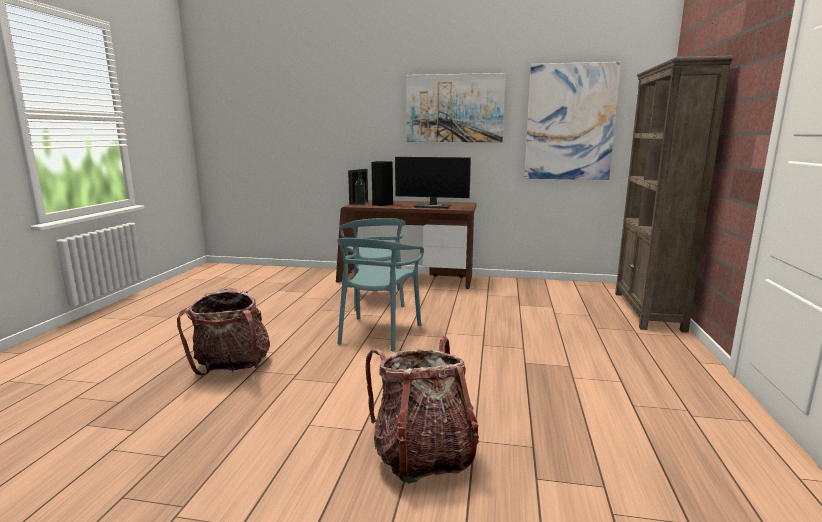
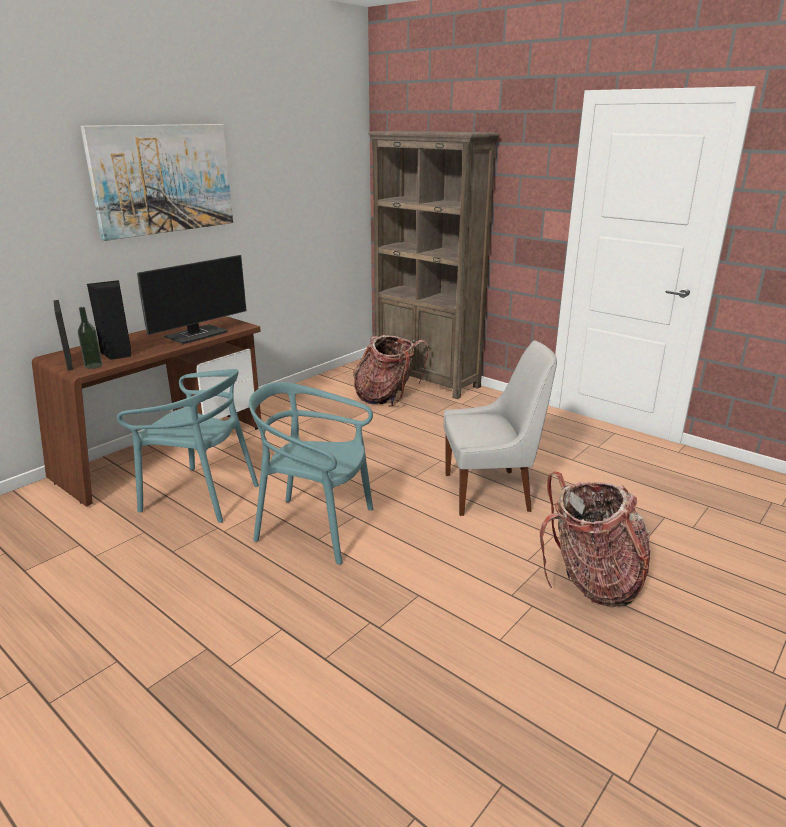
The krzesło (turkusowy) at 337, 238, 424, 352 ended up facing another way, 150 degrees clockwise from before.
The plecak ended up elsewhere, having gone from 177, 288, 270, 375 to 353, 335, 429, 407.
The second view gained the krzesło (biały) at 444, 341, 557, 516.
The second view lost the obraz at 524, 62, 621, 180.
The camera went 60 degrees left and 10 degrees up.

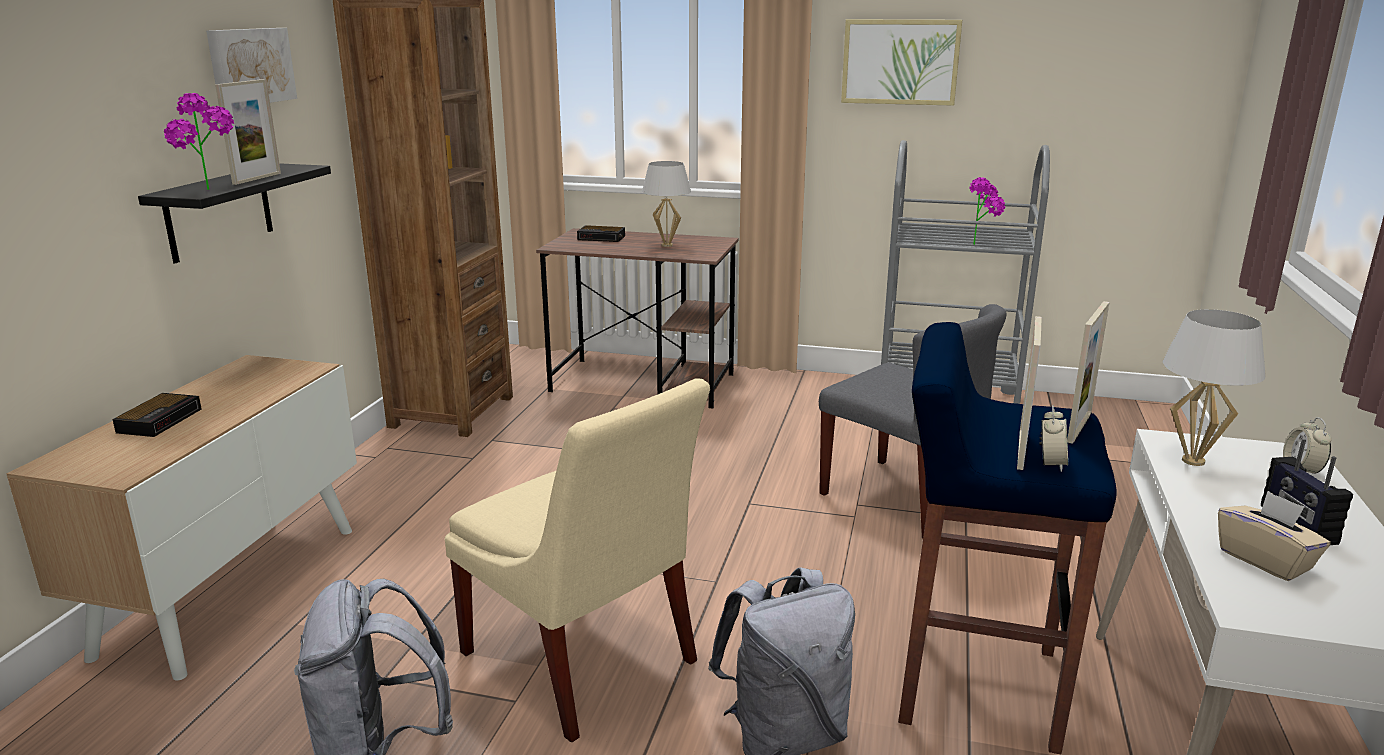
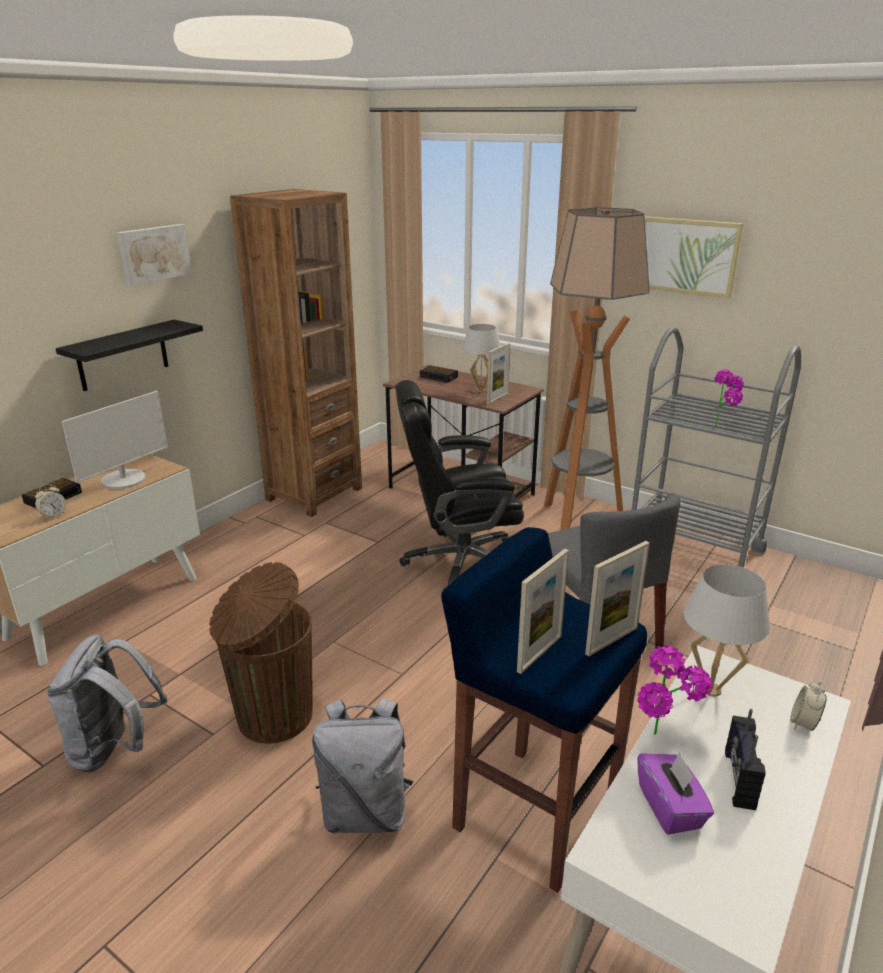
The budzik ended up elsewhere, having gone from 1039, 405, 1068, 472 to 35, 484, 66, 519.
The second view gained the monitor at 62, 391, 168, 489.
Where the krzesło (beżowy) stood at 445, 378, 710, 742, the kosz na śmieci (brązowy) came to stand at 209, 562, 313, 744.
The second view gained the krzesło biurowe (czarny) at 395, 380, 524, 589.
The ramka na zdjęcie ended up elsewhere, having gone from 215, 79, 281, 185 to 487, 343, 511, 404.
The second view gained the lampa stojąca at 544, 207, 650, 530.
The roślina doniczkowa ended up elsewhere, having gone from 164, 93, 234, 190 to 637, 645, 712, 735.
What was the pudełko chusteczek (beżowy) at 1218, 491, 1331, 581 turned into the pudełko chusteczek (fioletowy) at 637, 752, 714, 835.
The camera went 20 degrees right and 5 degrees up.

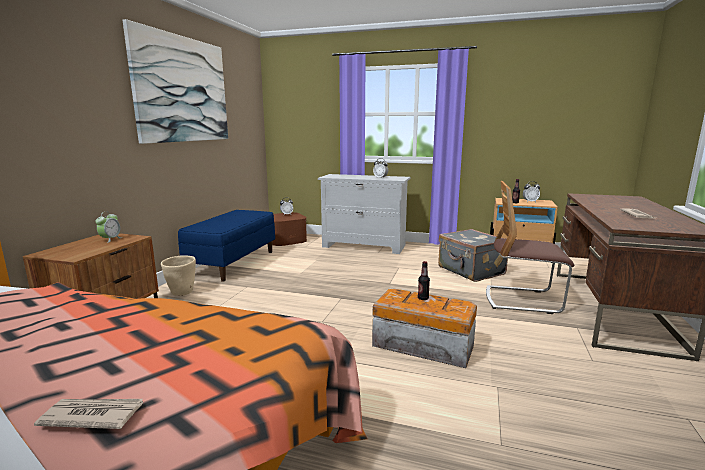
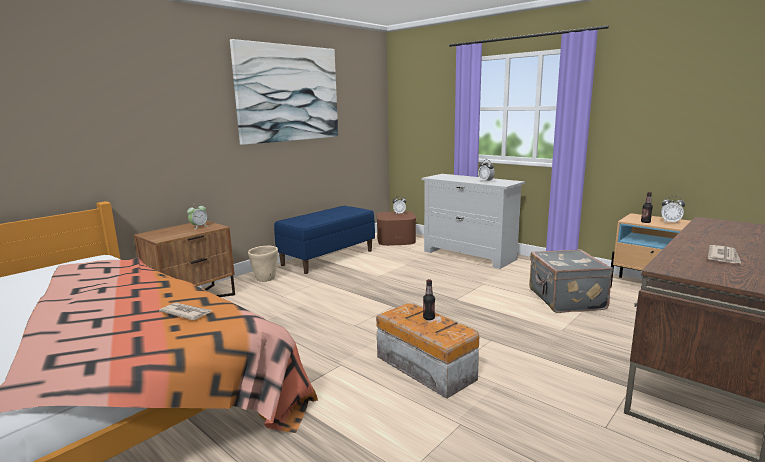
The gazeta ended up elsewhere, having gone from 34, 399, 143, 429 to 159, 302, 212, 320.
The second view lost the krzesło at 486, 181, 574, 314.
The camera went 25 degrees right and 0 degrees up.

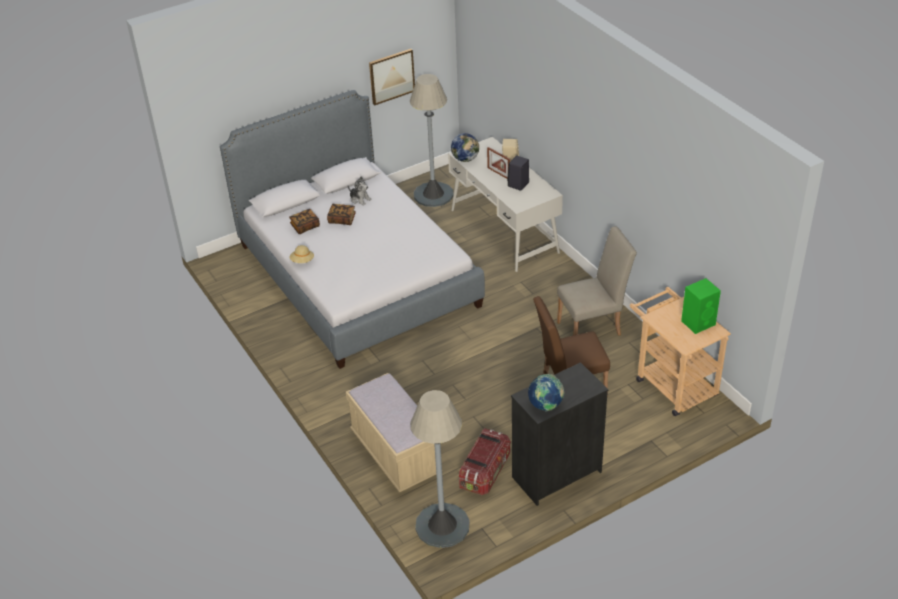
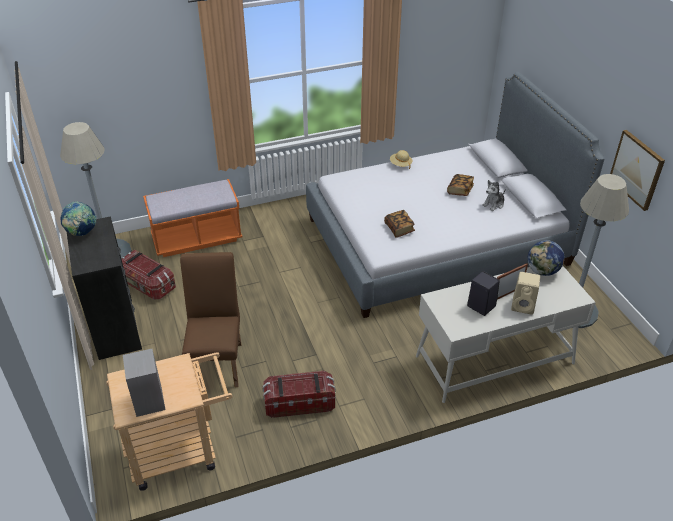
What was the głośnik (zielony) at 681, 278, 721, 334 turned into the głośnik (szary) at 123, 349, 165, 417.
What was the ławka (beżowy) at 346, 373, 436, 493 turned into the ławka (pomarańczowy) at 143, 179, 242, 257.
Where the krzesło (beżowy) stood at 557, 226, 637, 336, the pojemnik do przechowywania came to stand at 262, 371, 336, 418.
The książka ended up elsewhere, having gone from 289, 209, 320, 234 to 384, 210, 415, 238.
The camera went 100 degrees right and 0 degrees up.

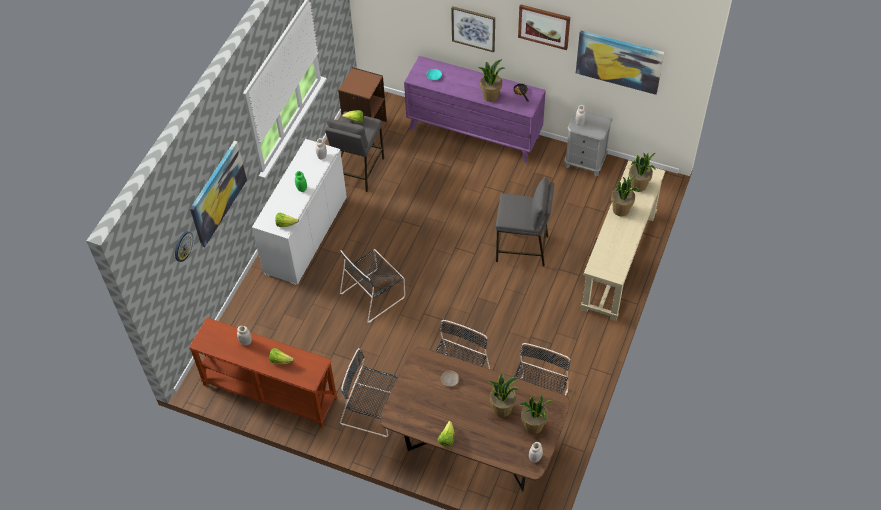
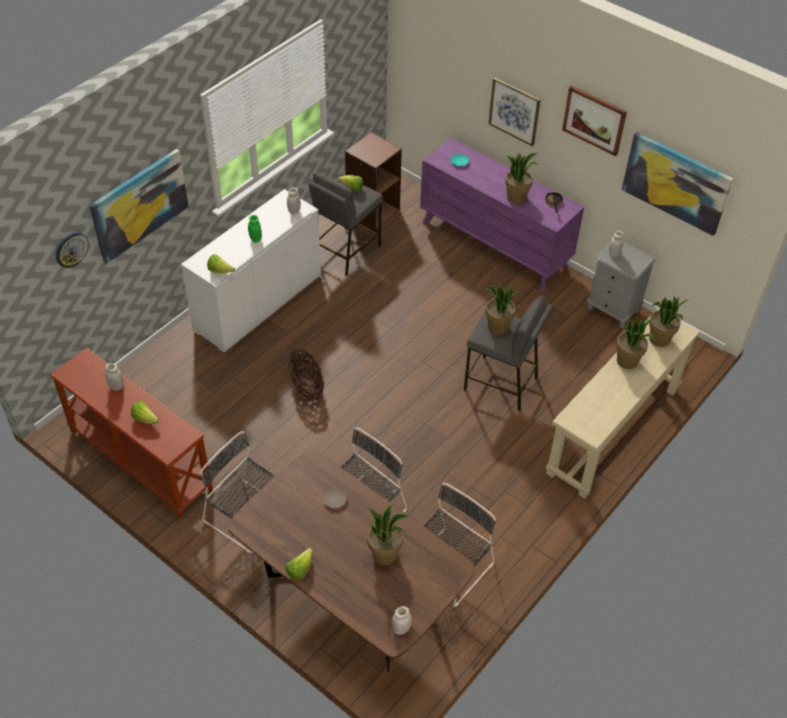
Where the krzesło (czarny) stood at 340, 249, 405, 323, the koszyk came to stand at 288, 349, 324, 401.
The roślina doniczkowa ended up elsewhere, having gone from 518, 395, 553, 434 to 484, 284, 522, 335.
The camera went 15 degrees right and 5 degrees down.

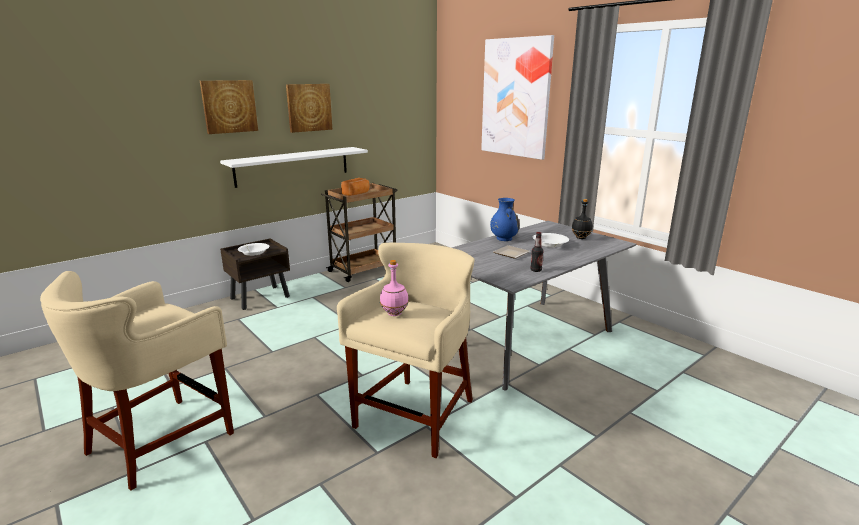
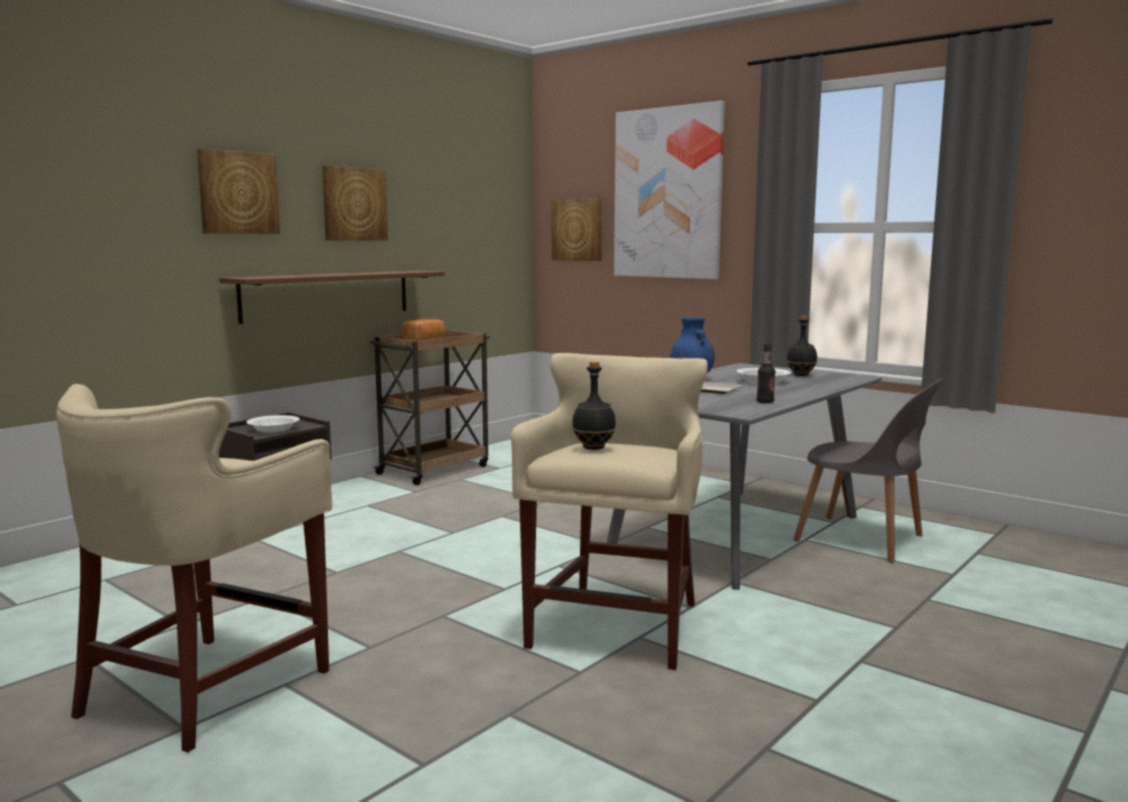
What was the półka (biały) at 220, 147, 368, 188 turned into the półka (brązowy) at 219, 271, 445, 324.
The second view gained the obraz at 551, 198, 602, 261.
What was the butelka (różowy) at 380, 260, 409, 316 turned into the butelka (czarny) at 572, 362, 616, 450.
The second view gained the krzesło (szary) at 793, 379, 944, 563.
The camera went 10 degrees left and 10 degrees down.

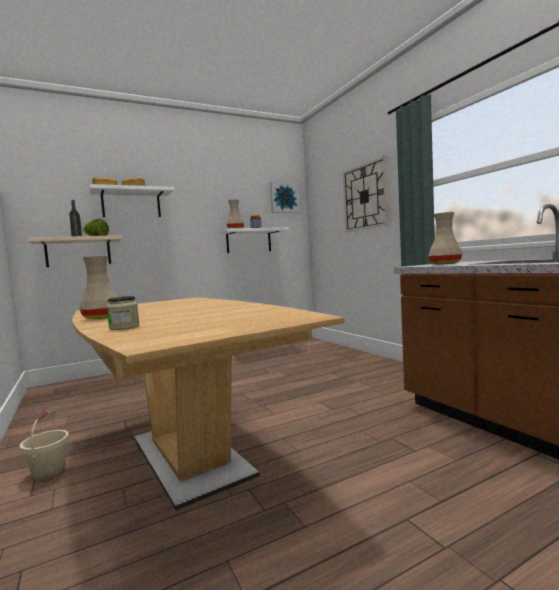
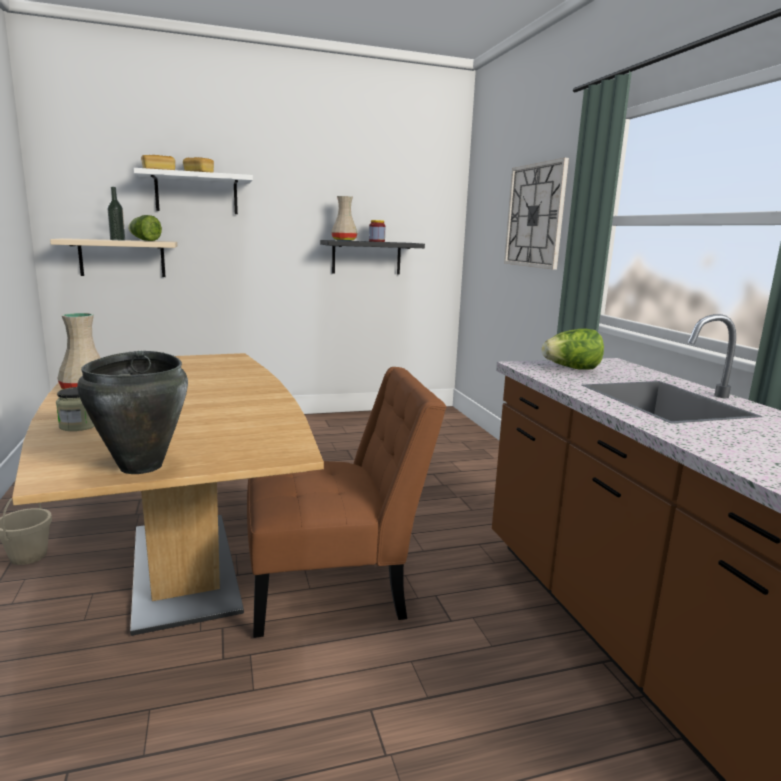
The second view gained the garnek (czarny) at 77, 351, 188, 474.
The second view gained the krzesło (brązowy) at 247, 367, 447, 638.
What was the półka (biały) at 218, 227, 289, 253 turned into the półka (czarny) at 320, 240, 425, 275.
Where the wazon (beżowy) stood at 429, 212, 462, 265, the sałata came to stand at 542, 328, 604, 370.
The second view lost the obraz at 270, 181, 300, 213.
The camera went 10 degrees right and 10 degrees up.

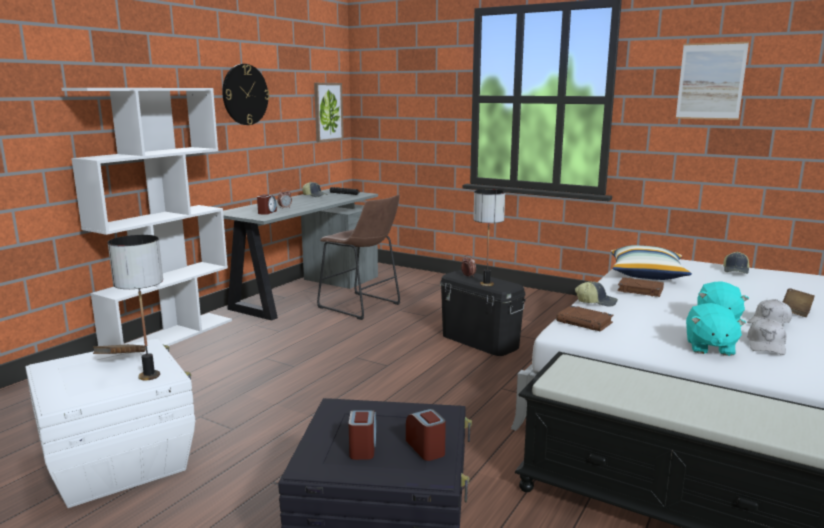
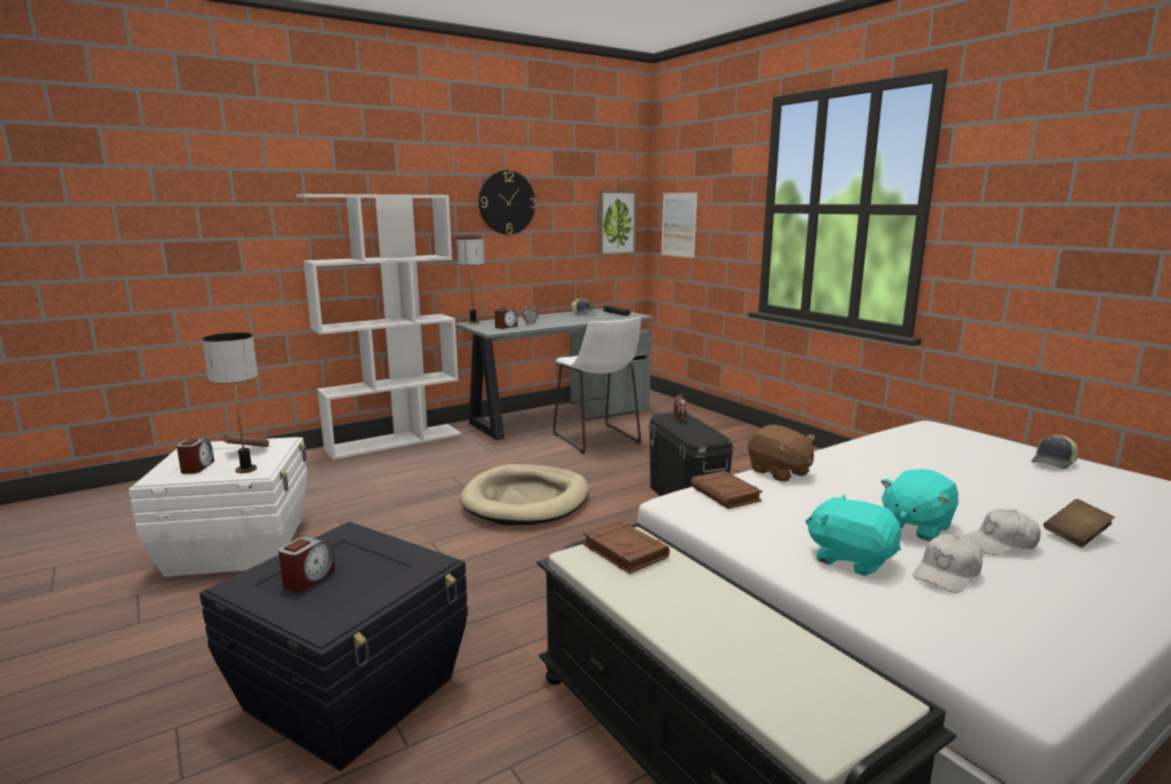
The budzik ended up elsewhere, having gone from 406, 409, 446, 461 to 177, 439, 214, 474.
The lampa stołowa ended up elsewhere, having gone from 473, 189, 505, 286 to 456, 238, 485, 324.
The second view gained the legowisko (beżowy) at 460, 464, 588, 526.
What was the stołek (brązowy) at 317, 195, 400, 320 turned into the stołek (biały) at 553, 317, 641, 454.
The książka (brązowy) ended up elsewhere, having gone from 617, 277, 664, 297 to 583, 520, 670, 574.
The obraz ended up elsewhere, having gone from 676, 42, 749, 120 to 661, 192, 698, 259.
Where the czapka z daszkiem stood at 575, 281, 618, 307, the pluszak (brązowy) came to stand at 748, 425, 815, 482.
The pluszak (turkusowy) at 686, 303, 746, 356 ended up facing another way, 90 degrees clockwise from before.
The second view lost the poduszka at 611, 245, 692, 280.
The camera went 25 degrees right and 0 degrees up.

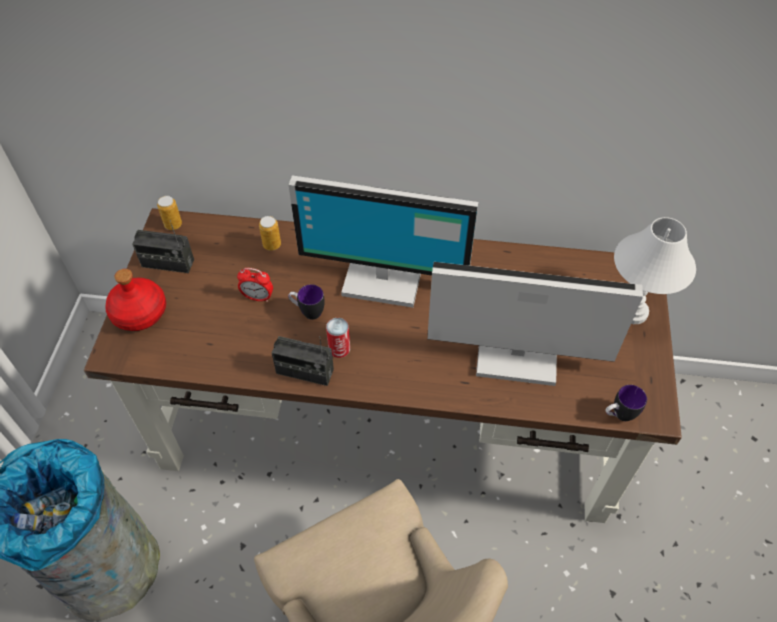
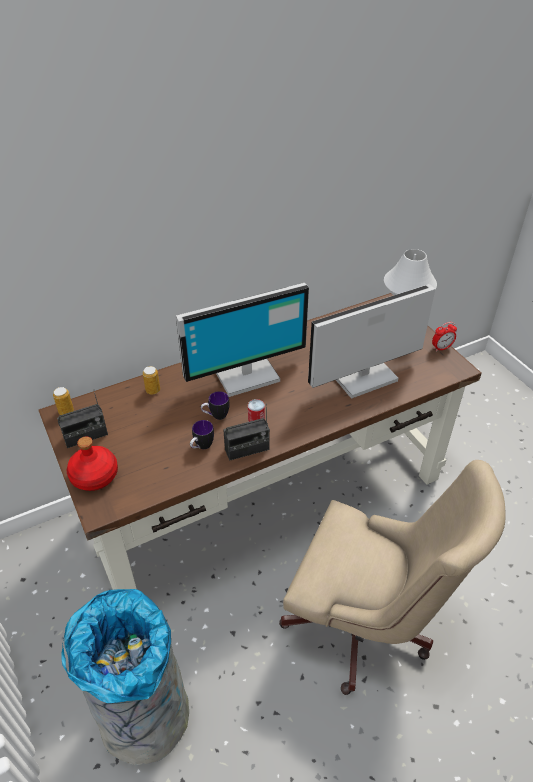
The kubek ended up elsewhere, having gone from 605, 385, 647, 421 to 190, 420, 214, 449.
The budzik ended up elsewhere, having gone from 237, 268, 273, 302 to 432, 322, 457, 352.
The camera went 35 degrees left and 10 degrees down.

